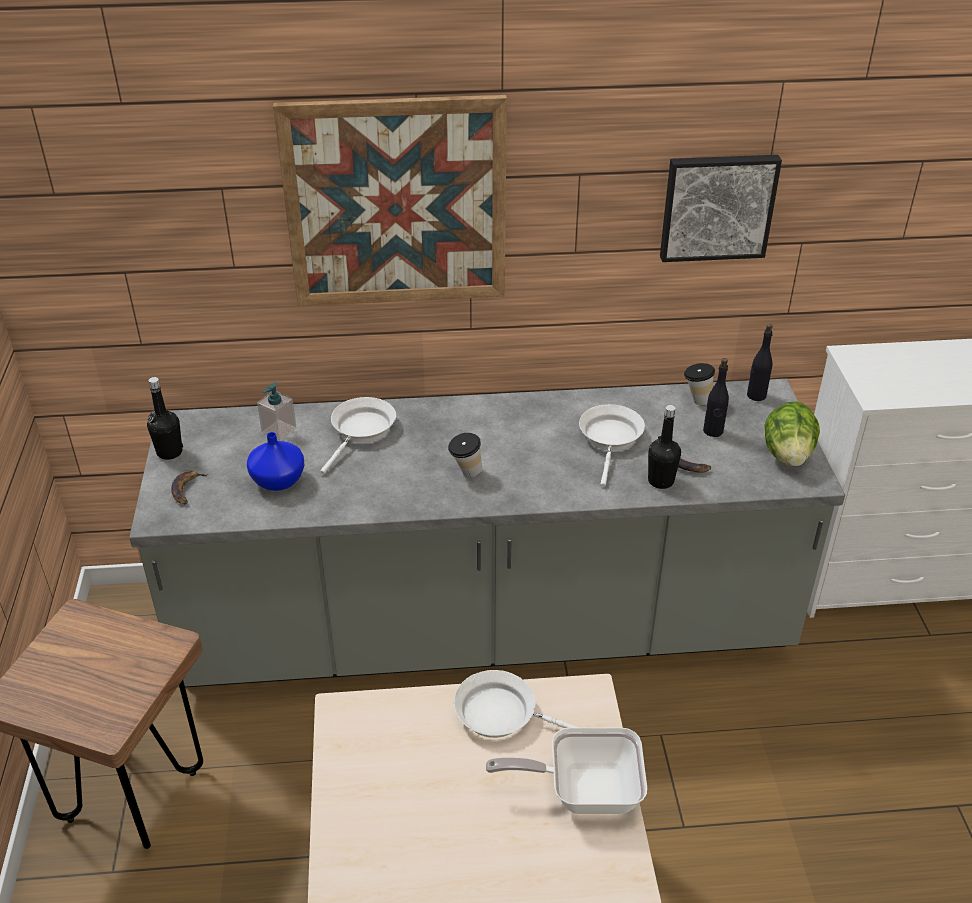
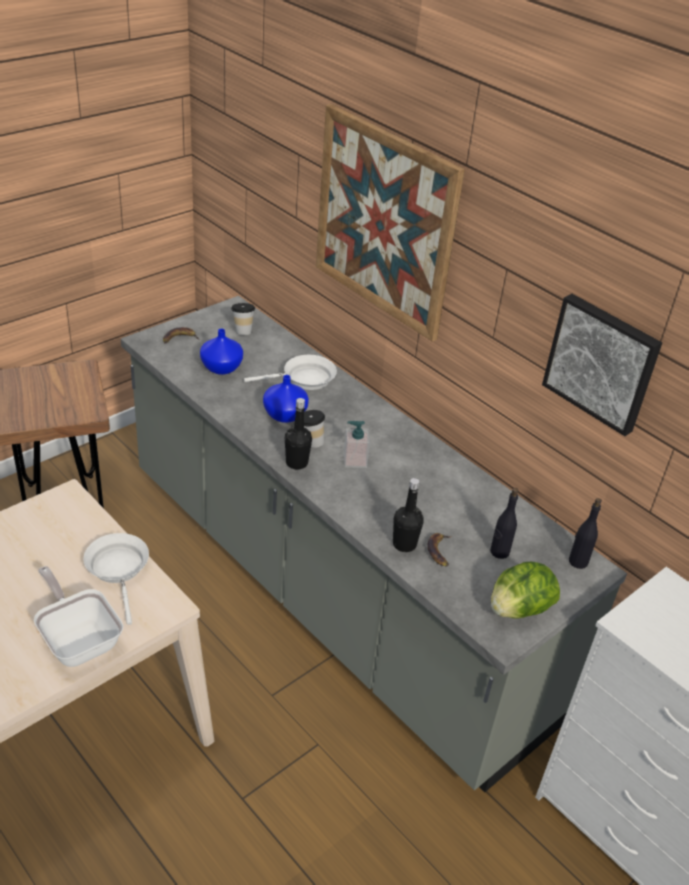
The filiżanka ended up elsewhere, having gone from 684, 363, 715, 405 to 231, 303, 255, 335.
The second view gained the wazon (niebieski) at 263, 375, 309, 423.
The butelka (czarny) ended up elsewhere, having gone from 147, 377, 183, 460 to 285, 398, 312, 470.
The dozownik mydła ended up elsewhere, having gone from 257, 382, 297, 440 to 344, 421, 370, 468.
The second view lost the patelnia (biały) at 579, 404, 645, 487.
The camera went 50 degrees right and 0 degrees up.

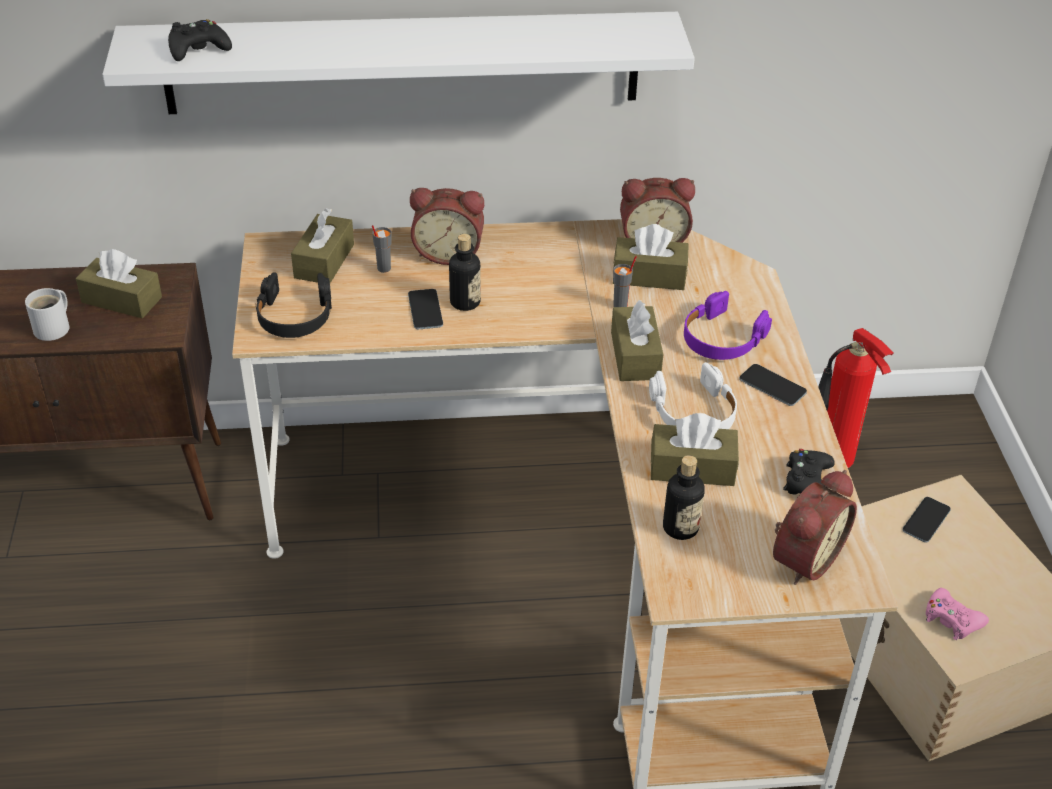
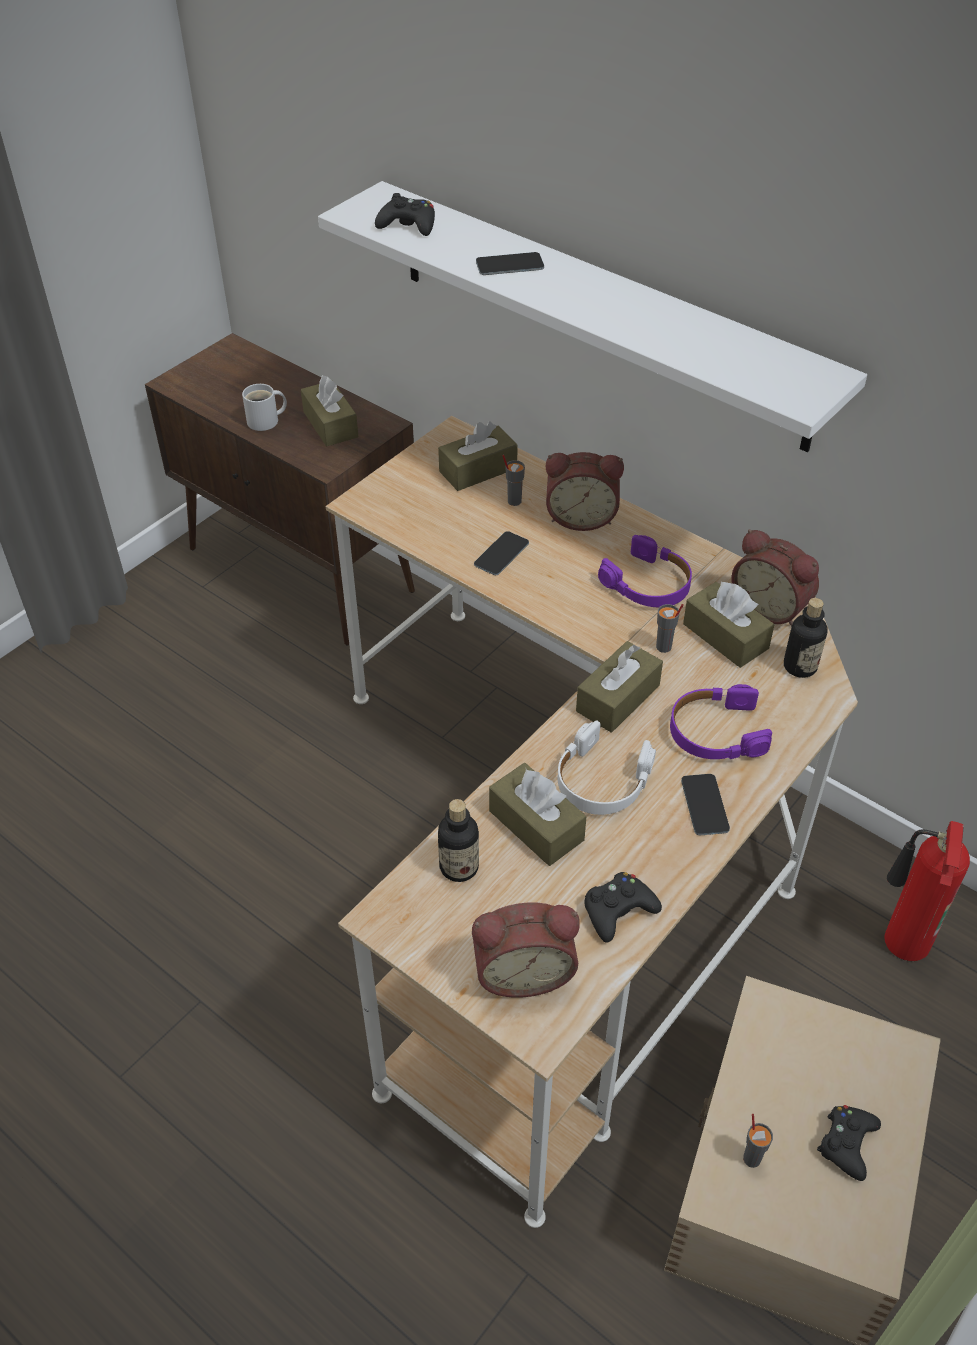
The telefon ended up elsewhere, having gone from 903, 497, 951, 542 to 476, 252, 544, 275.
The budzik at 410, 188, 484, 265 ended up facing another way, 45 degrees counterclockwise from before.
The second view gained the słuchawki (fioletowy) at 598, 535, 692, 607.
Where the pad do gier (różowy) stood at 926, 588, 989, 640, the filiżanka (szary) came to stand at 743, 1114, 773, 1168.
The butelka ended up elsewhere, having gone from 449, 234, 481, 311 to 784, 598, 828, 678.
The second view gained the pad do gier (czarny) at 817, 1105, 881, 1181.
The second view lost the słuchawki (czarny) at 256, 273, 332, 338.
The camera went 45 degrees right and 5 degrees up.

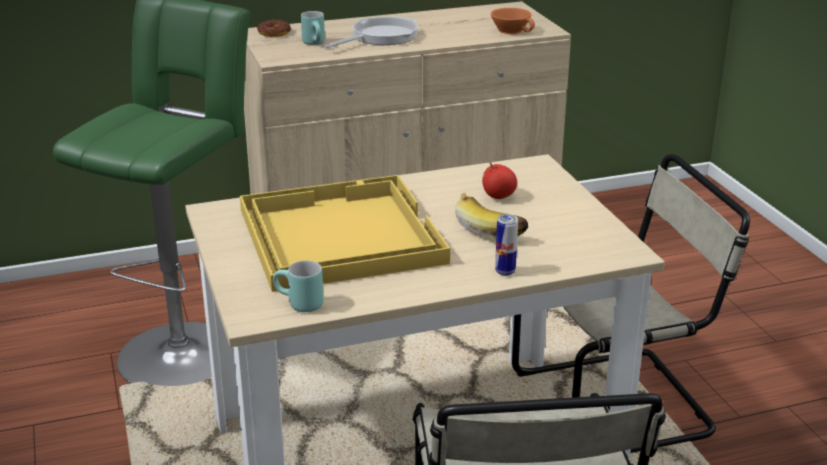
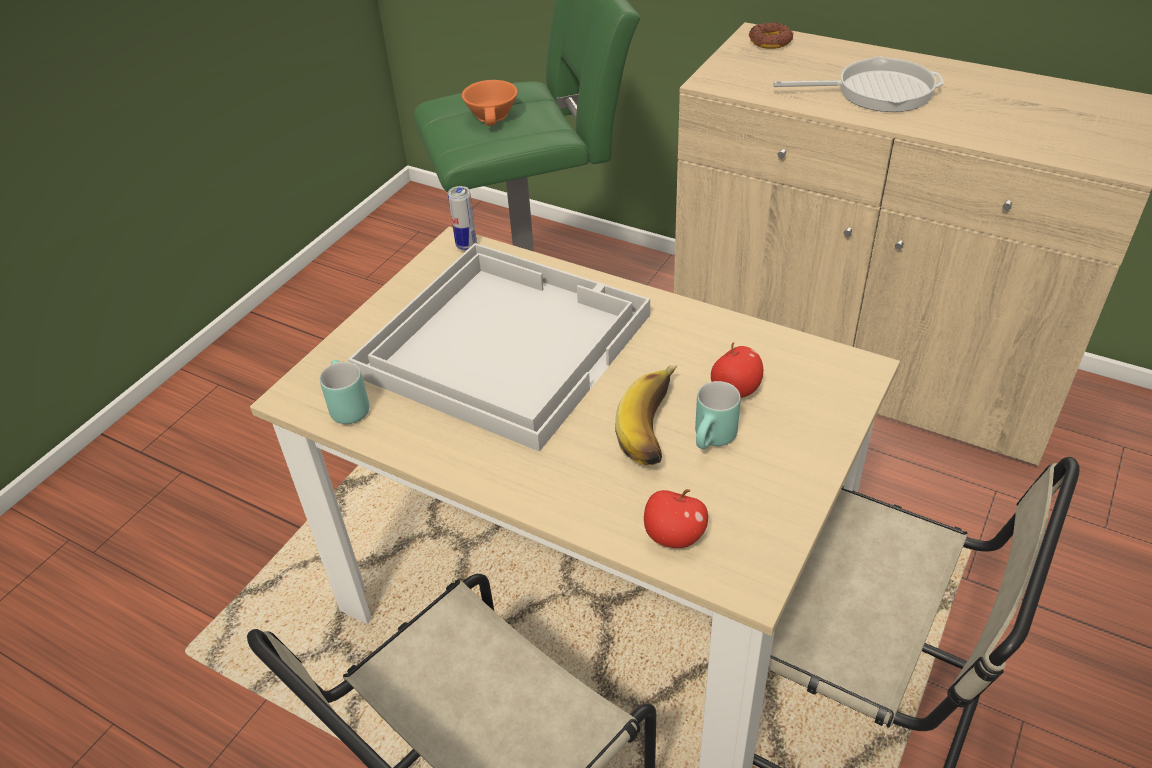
What was the taca (żółty) at 240, 175, 450, 292 turned into the taca (biały) at 348, 243, 650, 452.
The puszka ended up elsewhere, having gone from 495, 214, 518, 276 to 448, 186, 477, 251.
The filiżanka (pomarańczowy) ended up elsewhere, having gone from 491, 8, 535, 34 to 462, 80, 518, 126.
The second view gained the jabłko at 644, 489, 708, 548.
The kubek (turkusowy) ended up elsewhere, having gone from 301, 11, 325, 45 to 695, 381, 741, 449.
The camera went 50 degrees right and 15 degrees up.

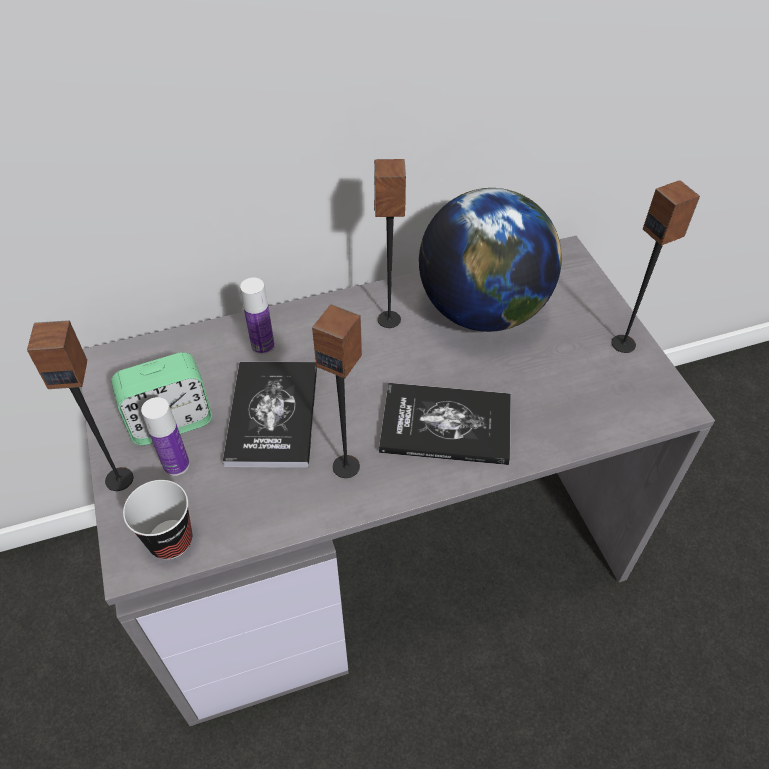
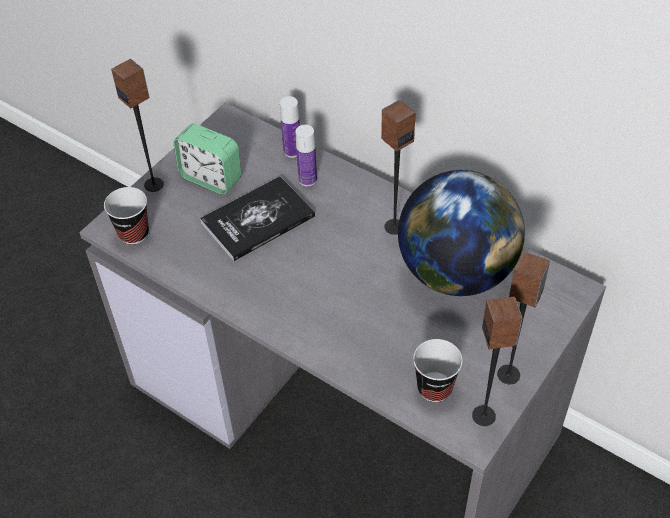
The butelka ended up elsewhere, having gone from 141, 397, 190, 476 to 280, 96, 300, 158.
The second view gained the filiżanka at 413, 339, 463, 402.
The głośnik ended up elsewhere, having gone from 312, 304, 362, 478 to 472, 297, 522, 426.
The second view lost the książka at 379, 383, 511, 465.
The camera went 55 degrees right and 0 degrees up.

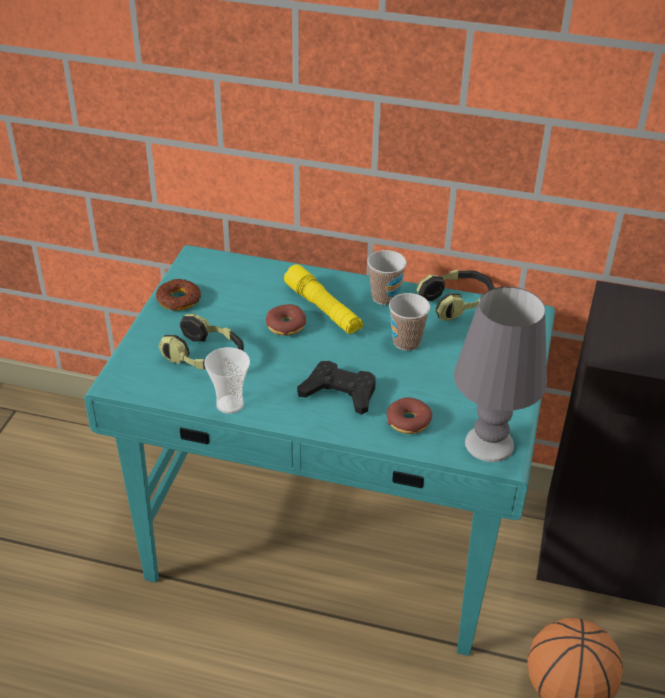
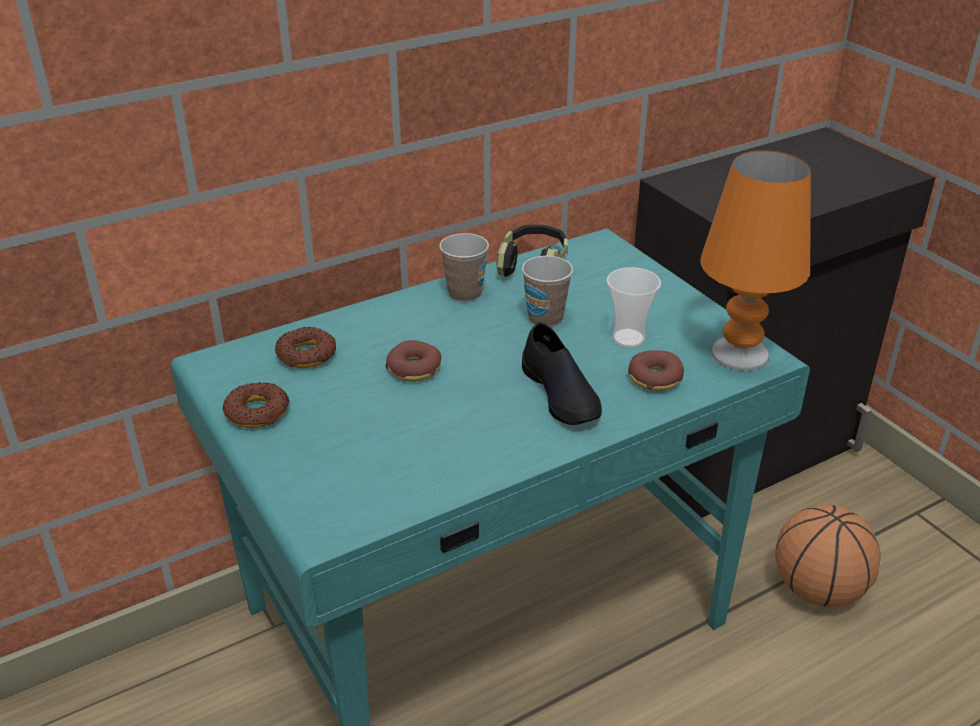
The second view gained the donut at 275, 327, 336, 368.
Where the pad do gier (czarny) stood at 297, 361, 376, 415, the but (czarny) came to stand at 522, 322, 602, 425.
The filiżanka ended up elsewhere, having gone from 204, 347, 250, 414 to 607, 267, 661, 347.
What was the lampa stołowa (szary) at 454, 287, 547, 462 turned into the lampa stołowa (pomarańczowy) at 700, 150, 811, 371.
The second view lost the słuchawki at 158, 314, 244, 370.
The second view lost the latarka (żółty) at 284, 264, 363, 335.
The camera went 45 degrees left and 5 degrees down.

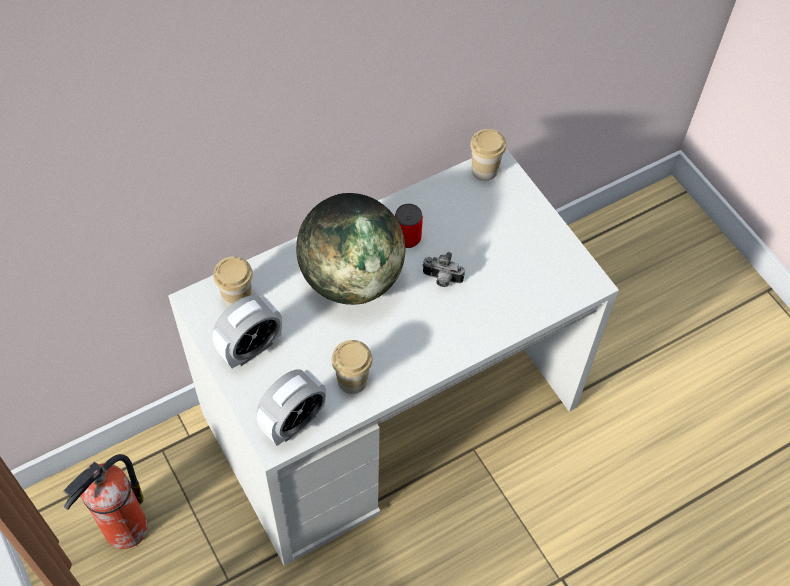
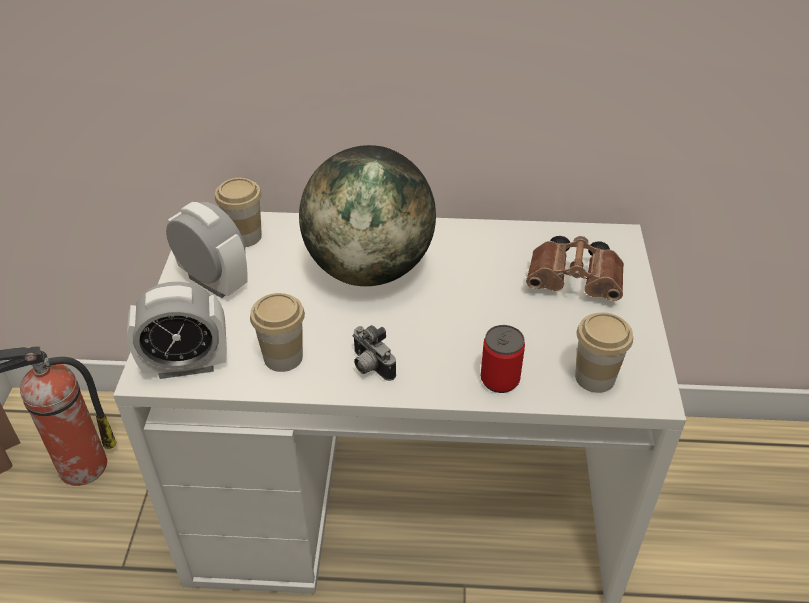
The budzik at 213, 295, 282, 368 ended up facing another way, 135 degrees counterclockwise from before.
The aparat fotograficzny ended up elsewhere, having gone from 422, 252, 465, 287 to 353, 325, 396, 381.
The puszka ended up elsewhere, having gone from 395, 204, 423, 248 to 481, 325, 525, 393.
The second view gained the lornetka (brązowy) at 526, 236, 624, 301.
The filiżanka ended up elsewhere, having gone from 470, 129, 506, 181 to 575, 312, 633, 393.
The camera went 35 degrees right and 15 degrees down.

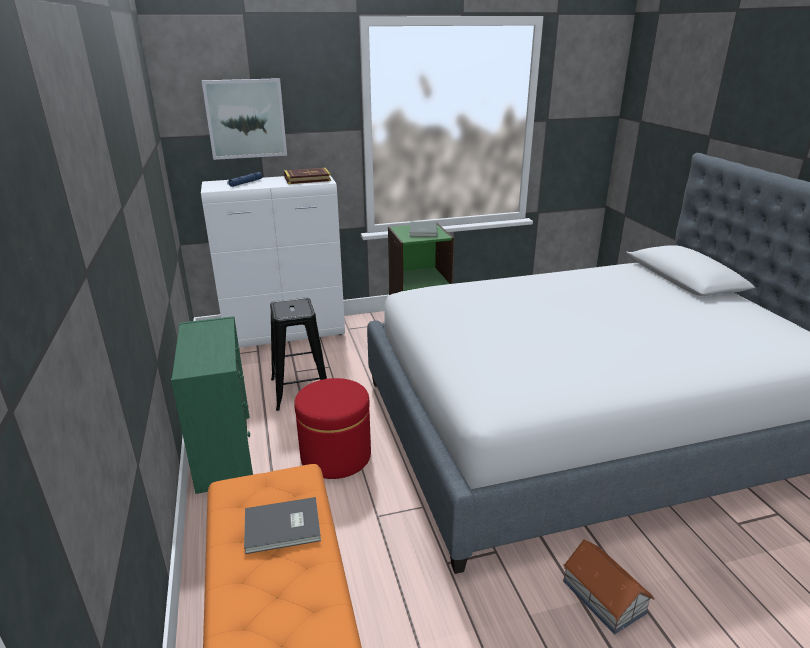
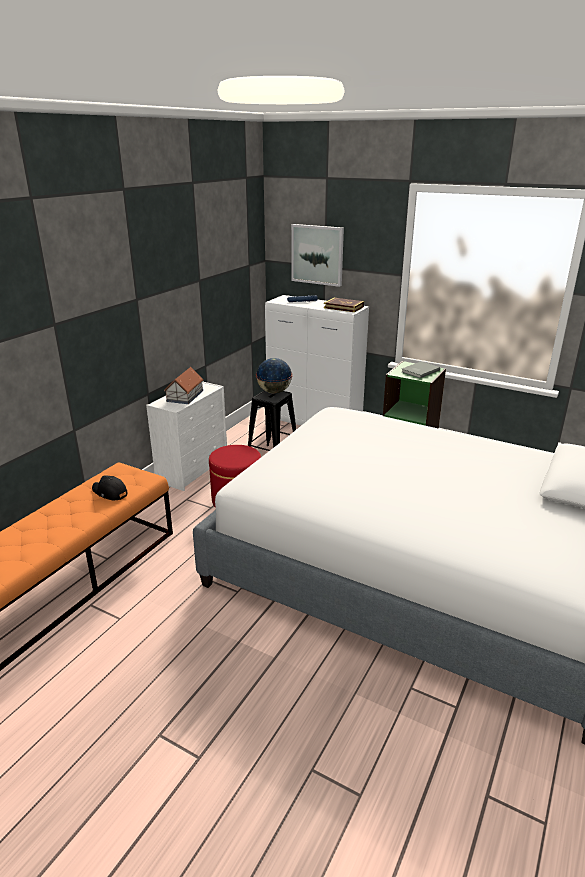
Where the książka (szary) stood at 244, 497, 321, 554, the czapka z daszkiem (czarny) came to stand at 92, 475, 128, 500.
What was the komoda (zielony) at 171, 316, 253, 494 turned into the komoda (biały) at 146, 381, 227, 491.
The domek ended up elsewhere, having gone from 563, 540, 654, 634 to 164, 367, 204, 404.
The second view gained the globus at 256, 358, 292, 394.
The camera went 45 degrees right and 0 degrees up.

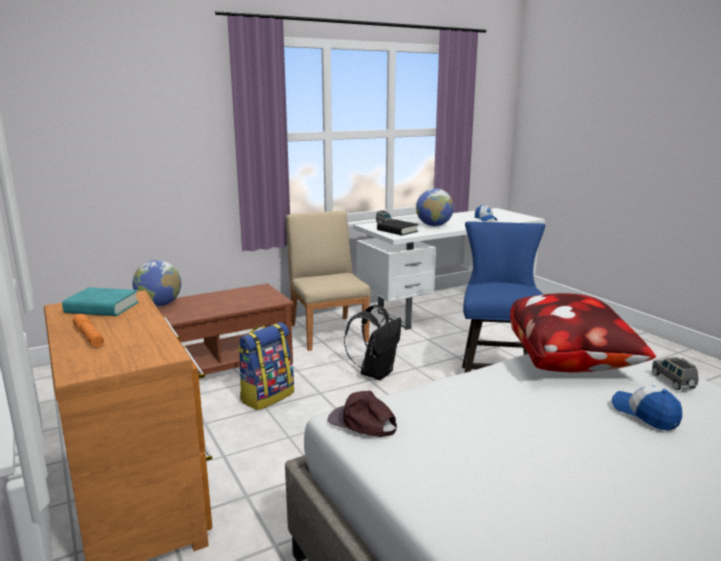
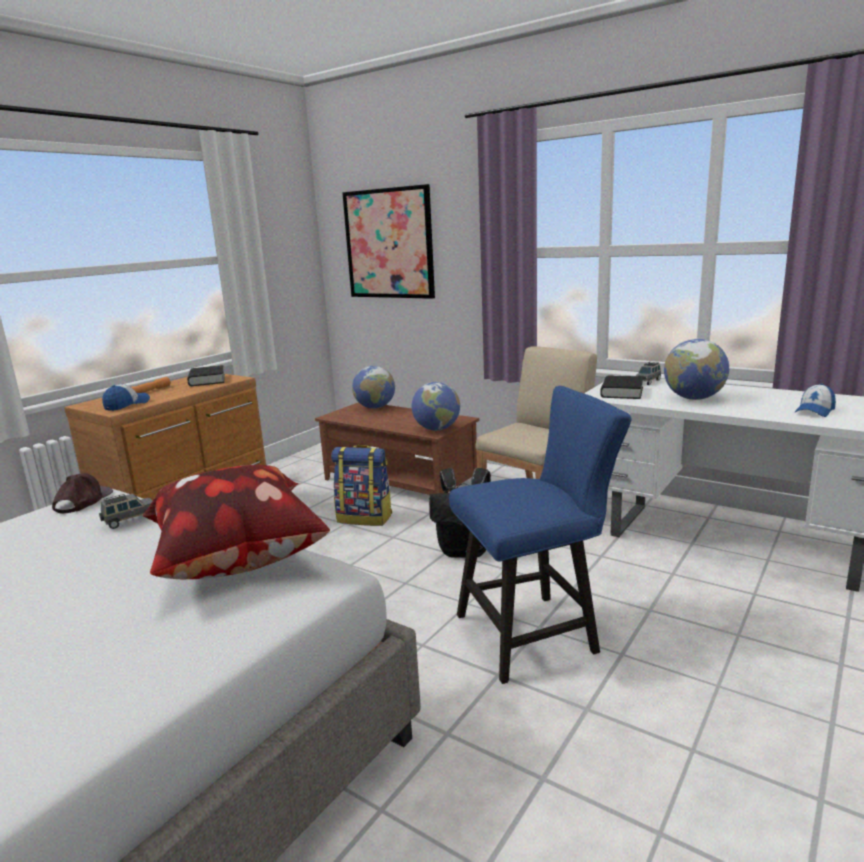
The samochodzik (szary) ended up elsewhere, having gone from 652, 357, 699, 390 to 99, 494, 152, 529.
The czapka z daszkiem ended up elsewhere, having gone from 612, 385, 682, 431 to 102, 384, 150, 411.
What was the książka (turkusowy) at 62, 287, 139, 316 turned into the książka (czarny) at 187, 365, 225, 386.
The second view gained the obraz at 342, 184, 435, 299.
The second view gained the globus at 412, 382, 460, 431.
The camera went 65 degrees right and 0 degrees up.

